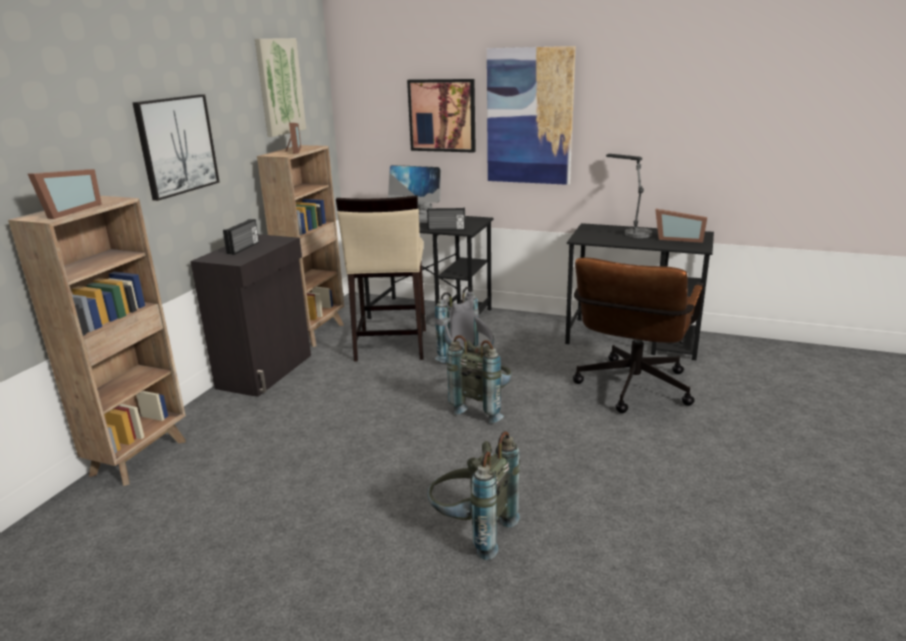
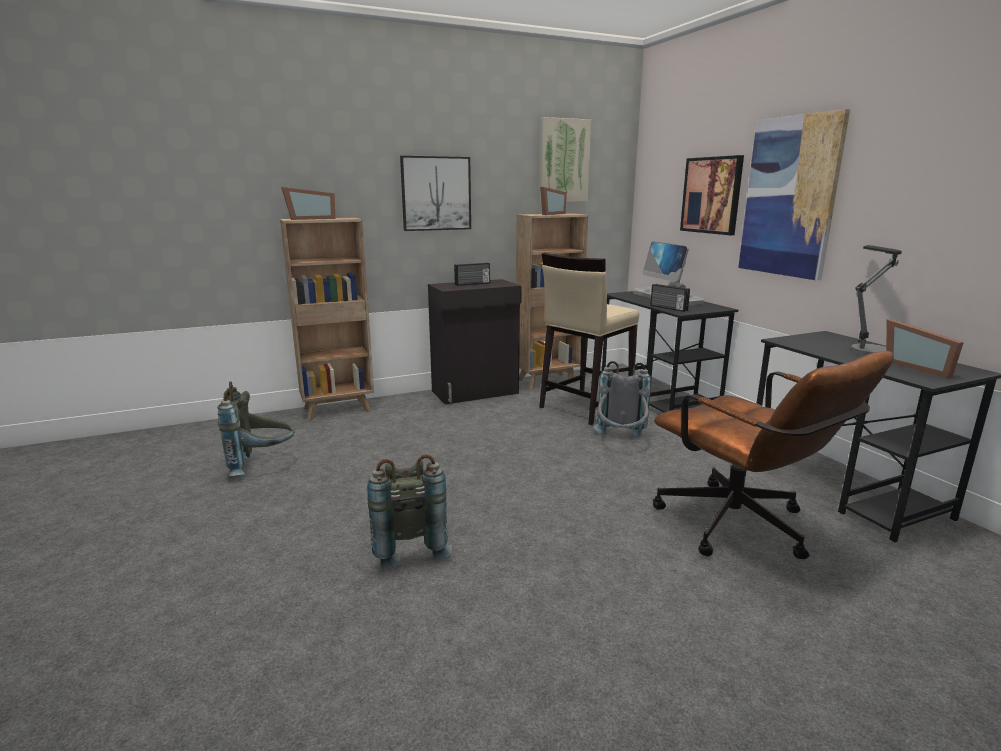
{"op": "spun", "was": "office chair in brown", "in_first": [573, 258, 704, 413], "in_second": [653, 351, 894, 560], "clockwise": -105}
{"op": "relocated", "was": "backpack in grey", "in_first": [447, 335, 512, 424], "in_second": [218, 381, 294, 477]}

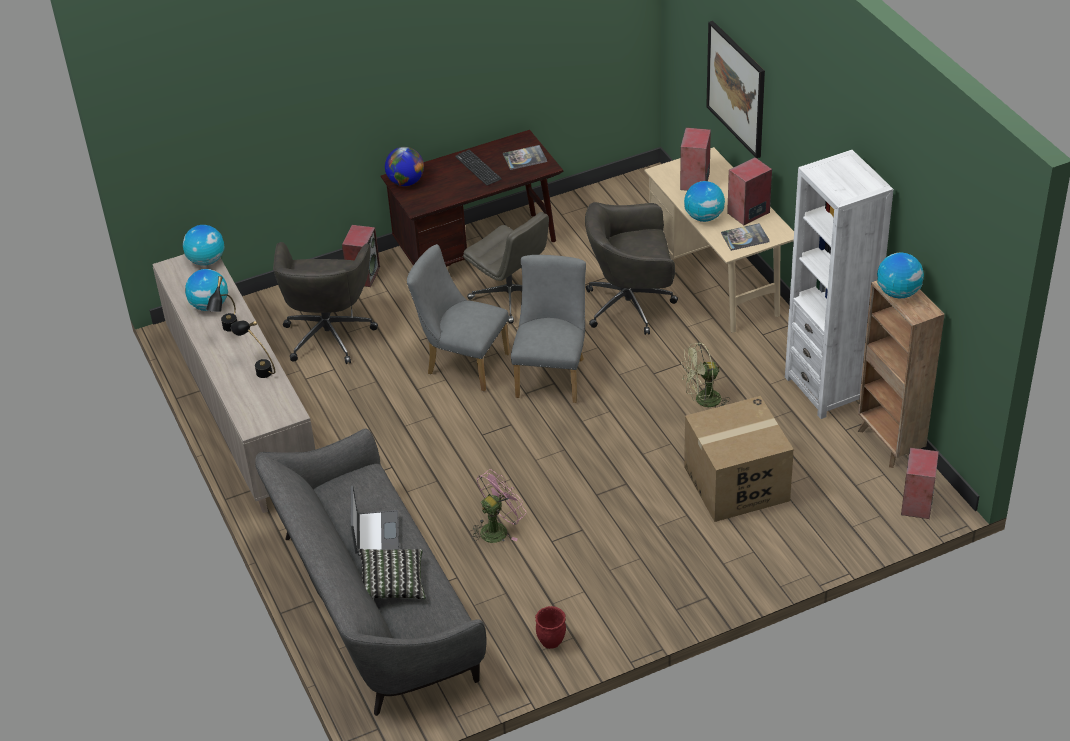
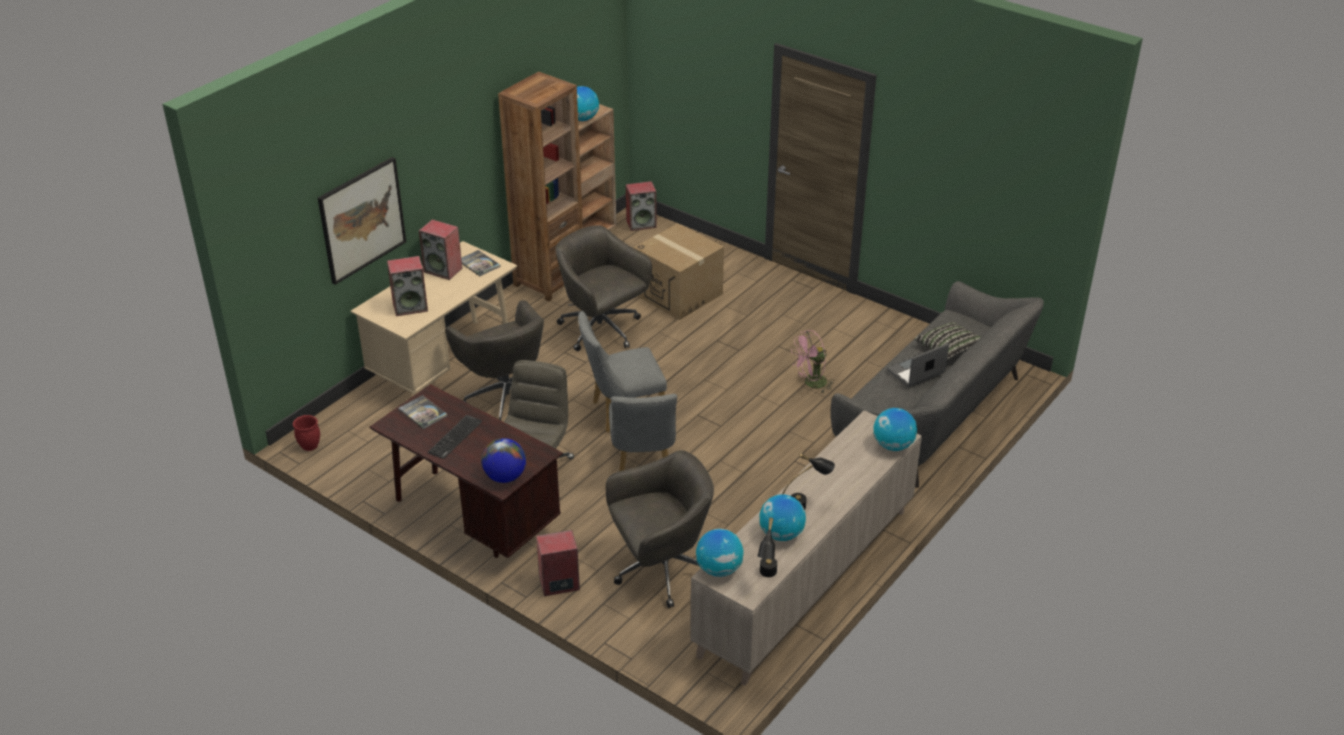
{"op": "colour", "was": "bookcase in white", "now": "bookcase in brown", "in_first": [785, 150, 894, 419], "in_second": [498, 72, 583, 301]}
{"op": "relocated", "was": "globe", "in_first": [684, 181, 725, 222], "in_second": [873, 408, 917, 451]}
{"op": "relocated", "was": "table lamp in black", "in_first": [231, 321, 275, 378], "in_second": [758, 518, 777, 577]}
{"op": "exchanged", "was": "fan in green", "now": "office chair in grey", "in_first": [681, 343, 730, 407], "in_second": [555, 225, 652, 351]}
{"op": "spun", "was": "fan in pink", "in_first": [472, 469, 526, 543], "in_second": [791, 330, 835, 393], "clockwise": -45}
{"op": "relocated", "was": "planter in red", "in_first": [535, 606, 566, 649], "in_second": [293, 415, 320, 451]}

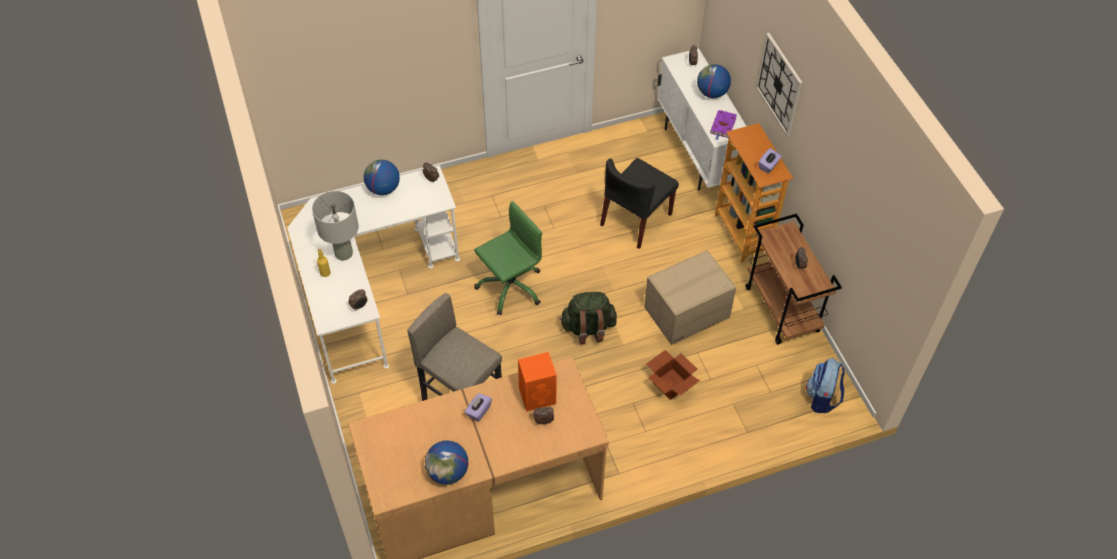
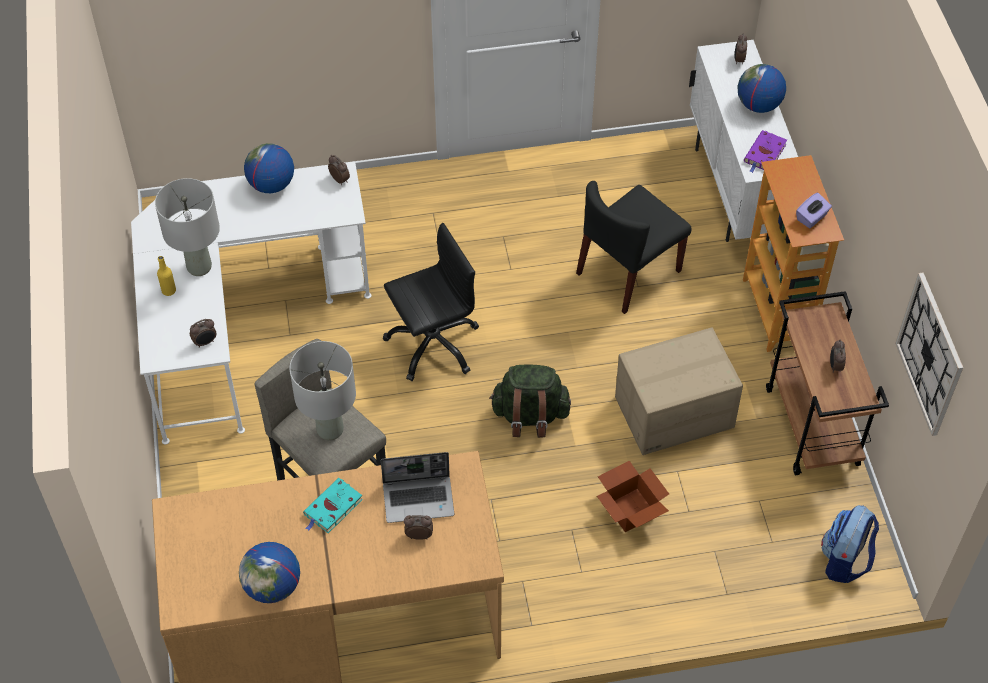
{"op": "relocated", "was": "wall clock", "in_first": [756, 33, 803, 136], "in_second": [895, 273, 963, 436]}
{"op": "colour", "was": "office chair in green", "now": "office chair in black", "in_first": [474, 201, 542, 315], "in_second": [383, 223, 479, 381]}
{"op": "exchanged", "was": "speaker in orange", "now": "laptop", "in_first": [518, 352, 557, 412], "in_second": [381, 452, 454, 523]}
{"op": "exchanged", "was": "tissue box in purple", "now": "book in turquoise", "in_first": [465, 393, 492, 422], "in_second": [303, 478, 363, 533]}
{"op": "appeared", "now": "table lamp in grey", "in_second": [289, 341, 356, 440]}

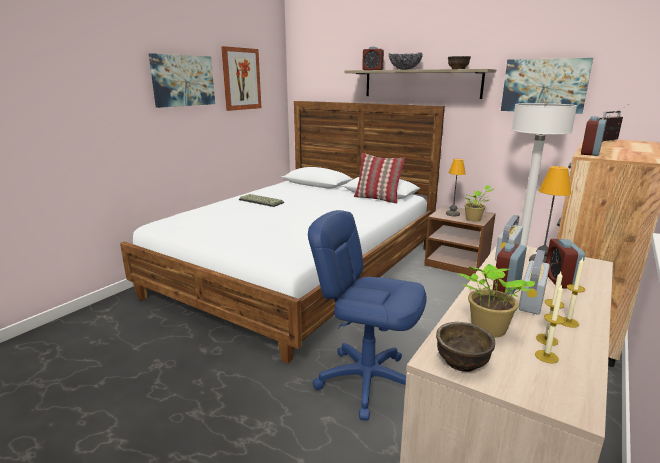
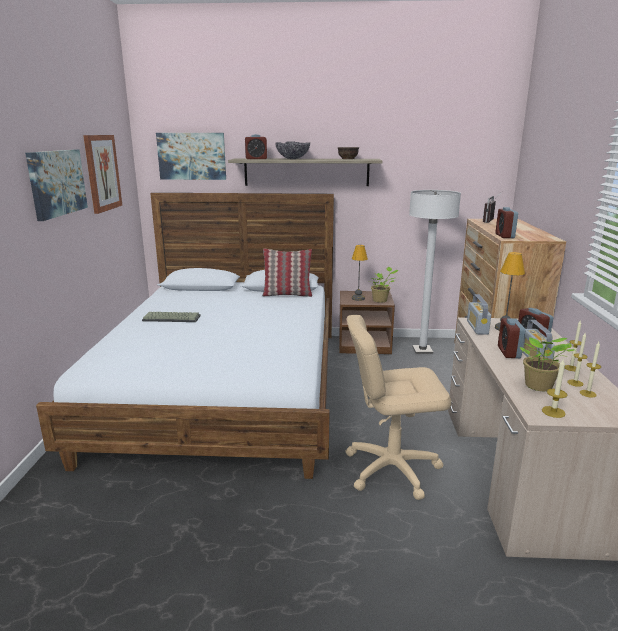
{"op": "relocated", "was": "picture", "in_first": [501, 58, 593, 114], "in_second": [156, 133, 226, 180]}
{"op": "colour", "was": "office chair in blue", "now": "office chair in beige", "in_first": [308, 210, 427, 421], "in_second": [346, 315, 451, 500]}
{"op": "exchanged", "was": "bowl in brown", "now": "candle", "in_first": [436, 322, 495, 372], "in_second": [542, 358, 567, 418]}

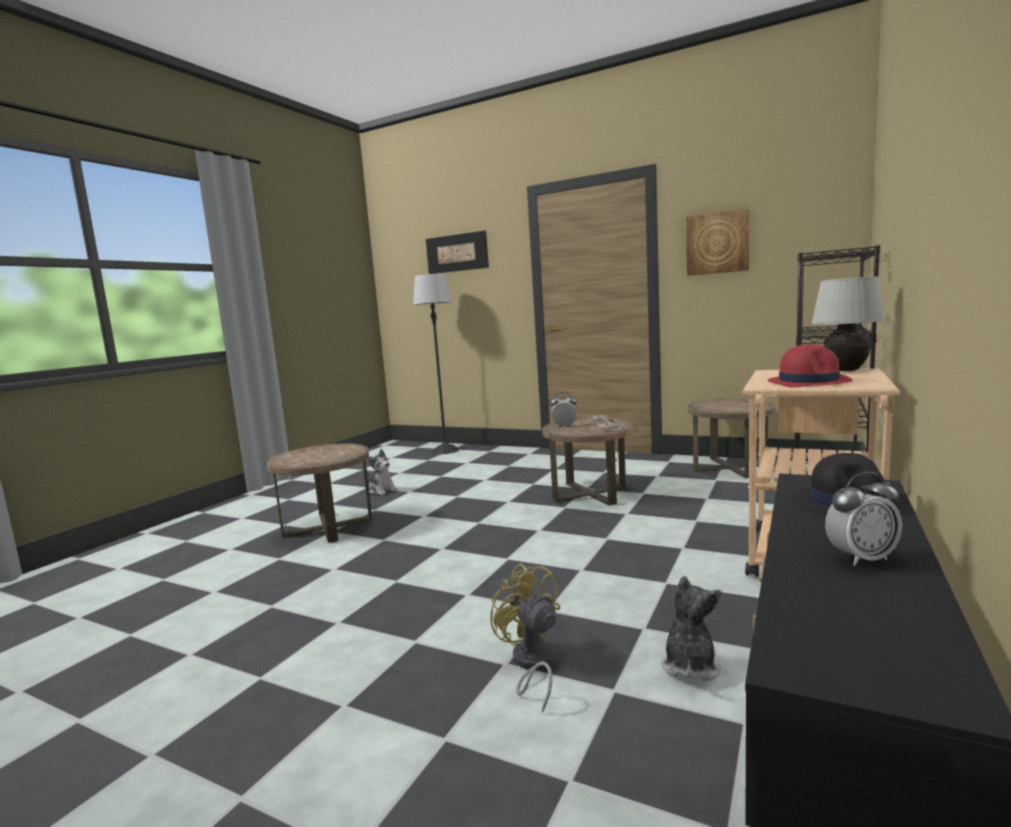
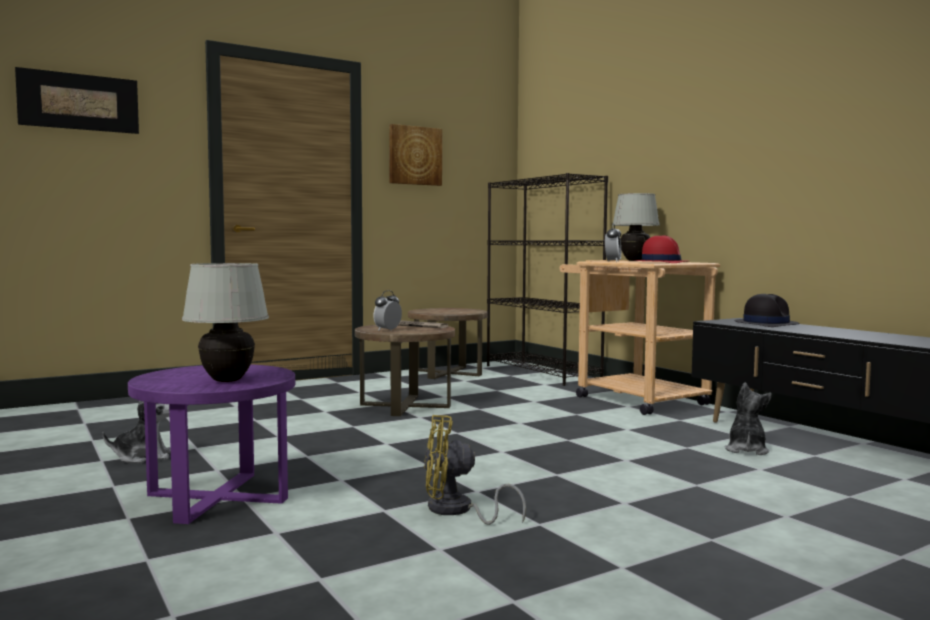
{"op": "missing", "was": "floor lamp", "in_first": [413, 274, 459, 454]}
{"op": "colour", "was": "side table in brown", "now": "side table in purple", "in_first": [267, 444, 372, 543], "in_second": [128, 365, 295, 524]}
{"op": "relocated", "was": "alarm clock", "in_first": [825, 472, 902, 566], "in_second": [605, 223, 621, 262]}
{"op": "relocated", "was": "fan in yellow", "in_first": [490, 563, 560, 712], "in_second": [424, 415, 526, 525]}
{"op": "spun", "was": "plush toy", "in_first": [660, 576, 721, 681], "in_second": [725, 383, 772, 455], "clockwise": 60}
{"op": "appeared", "now": "table lamp in white", "in_second": [182, 263, 269, 382]}

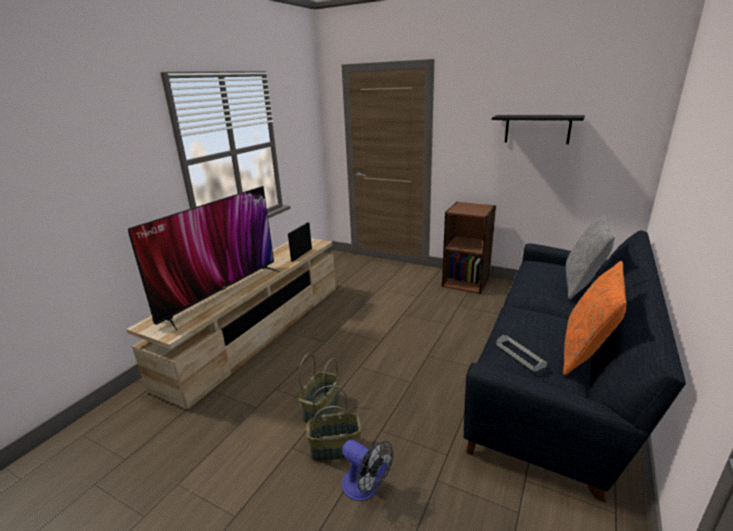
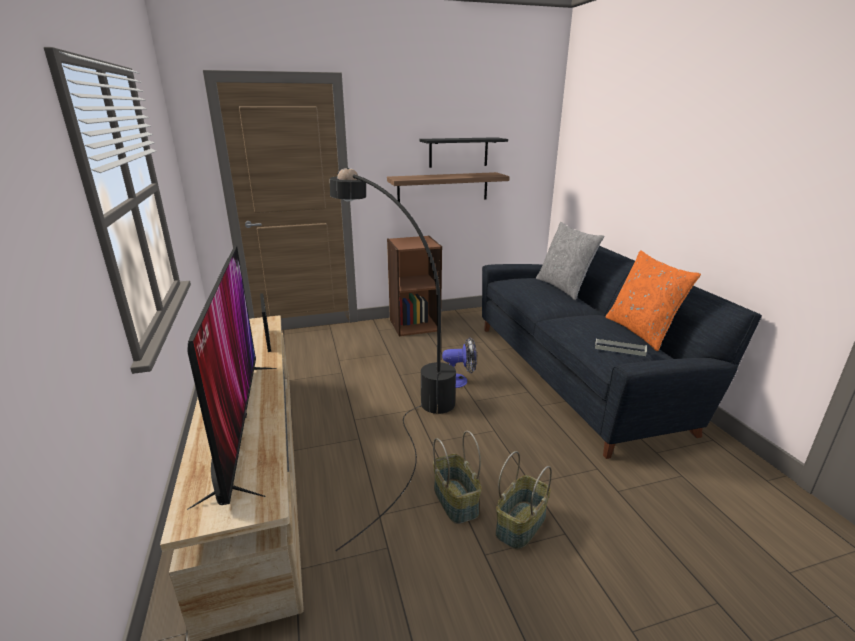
{"op": "relocated", "was": "fan", "in_first": [342, 440, 393, 501], "in_second": [442, 337, 477, 388]}
{"op": "appeared", "now": "floor lamp in black", "in_second": [330, 168, 456, 551]}
{"op": "appeared", "now": "shelf", "in_second": [387, 172, 510, 202]}

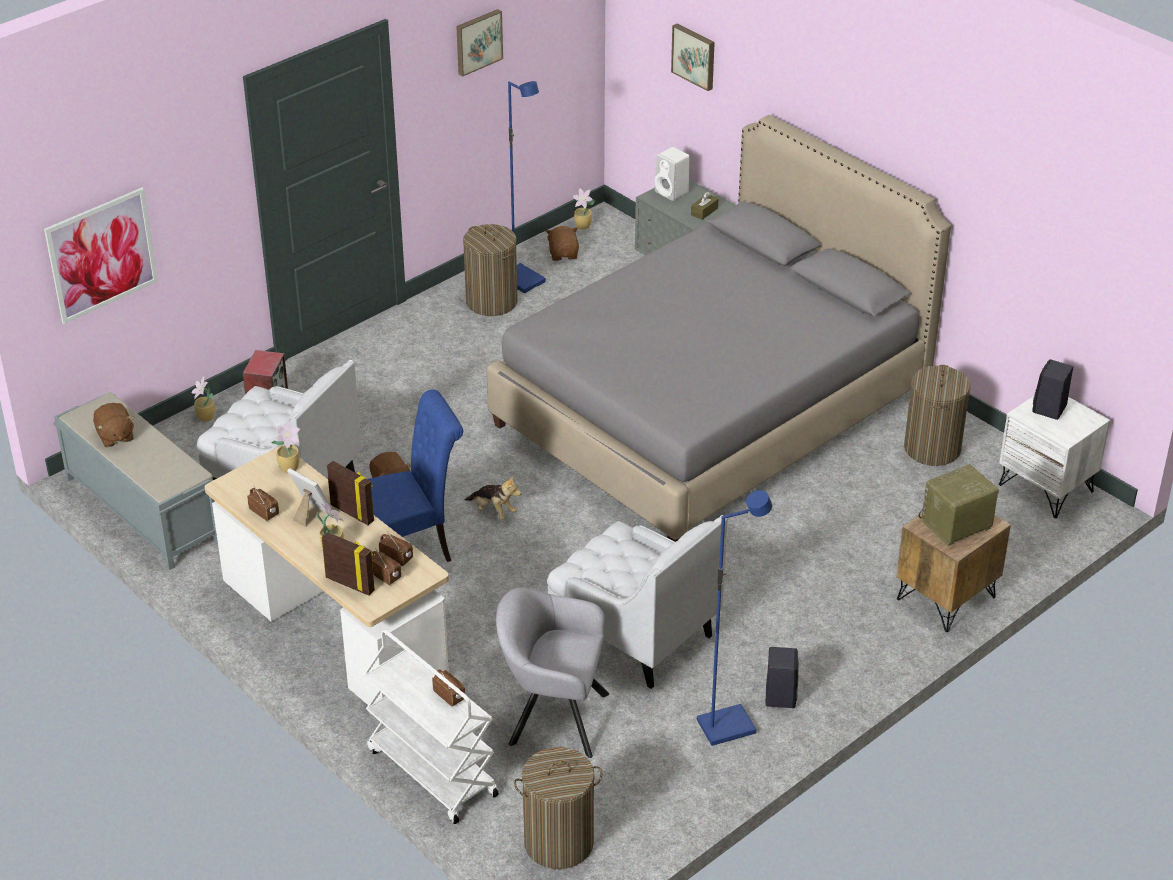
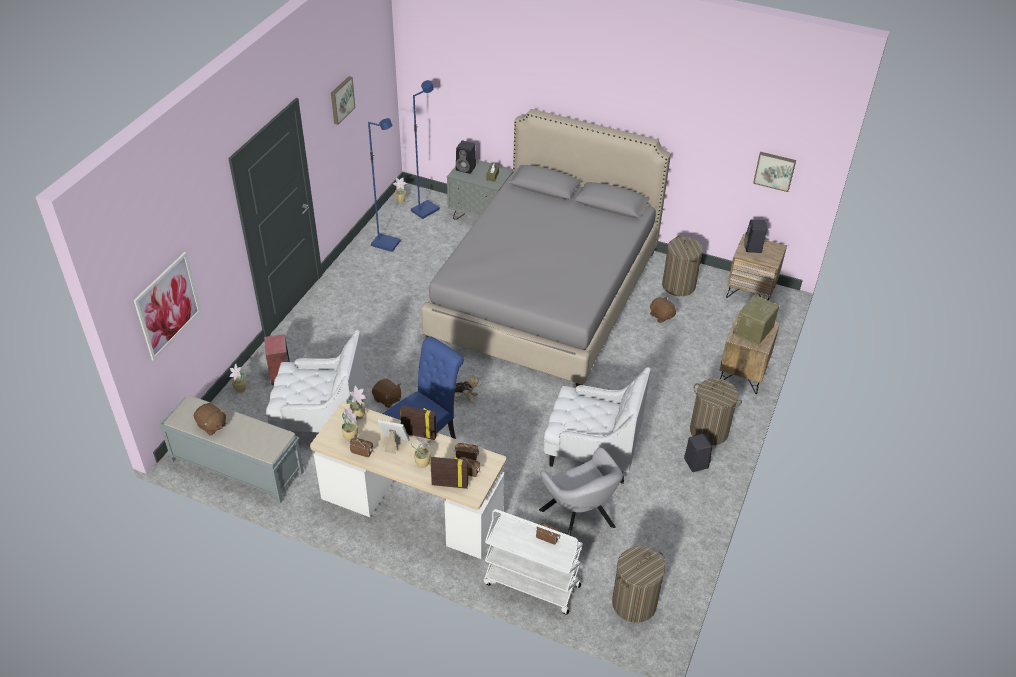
{"op": "relocated", "was": "picture", "in_first": [671, 24, 715, 91], "in_second": [753, 152, 796, 192]}
{"op": "colour", "was": "speaker in white", "now": "speaker in black", "in_first": [654, 147, 689, 201], "in_second": [456, 141, 476, 174]}
{"op": "relocated", "was": "laundry basket", "in_first": [463, 224, 518, 316], "in_second": [690, 378, 742, 445]}
{"op": "relocated", "was": "plush toy in brown", "in_first": [546, 226, 579, 261], "in_second": [650, 296, 676, 323]}
{"op": "colour", "was": "nightstand in white", "now": "nightstand in brown", "in_first": [999, 396, 1110, 518], "in_second": [726, 234, 787, 301]}
{"op": "relocated", "was": "floor lamp in blue", "in_first": [697, 490, 772, 746], "in_second": [411, 80, 440, 219]}
{"op": "spun", "was": "armchair in grey", "in_first": [496, 587, 609, 758], "in_second": [539, 447, 623, 535], "clockwise": -105}
{"op": "appeared", "now": "potted plant", "in_second": [342, 408, 358, 441]}

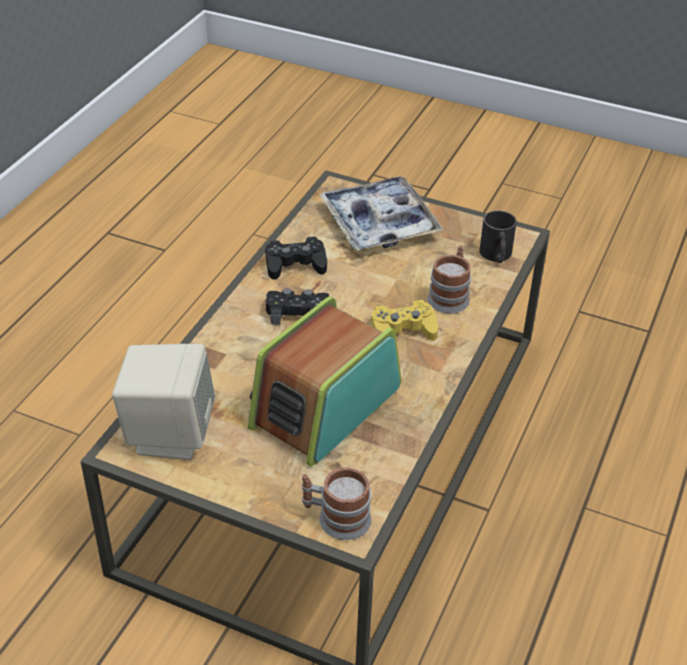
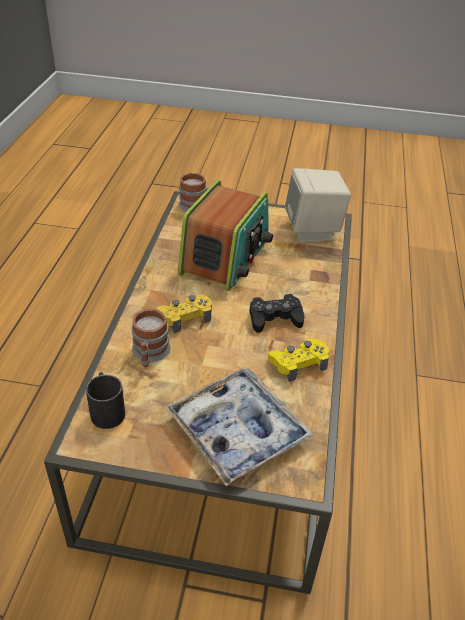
{"op": "colour", "was": "game controller in black", "now": "game controller in yellow", "in_first": [265, 237, 327, 279], "in_second": [268, 339, 329, 382]}

